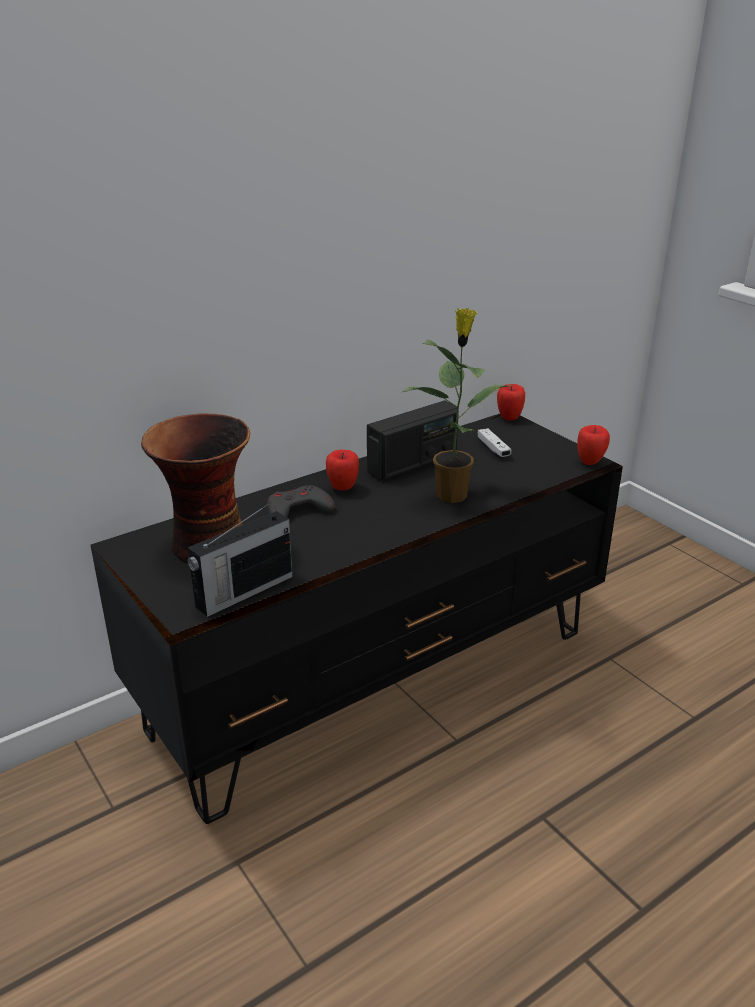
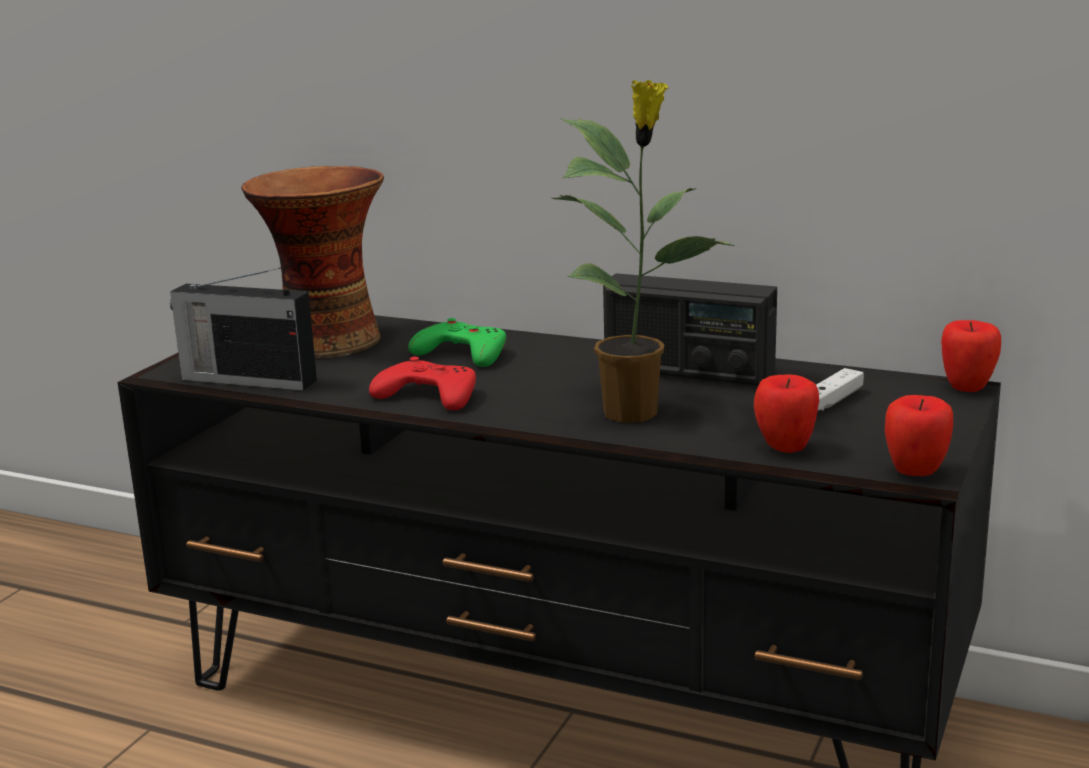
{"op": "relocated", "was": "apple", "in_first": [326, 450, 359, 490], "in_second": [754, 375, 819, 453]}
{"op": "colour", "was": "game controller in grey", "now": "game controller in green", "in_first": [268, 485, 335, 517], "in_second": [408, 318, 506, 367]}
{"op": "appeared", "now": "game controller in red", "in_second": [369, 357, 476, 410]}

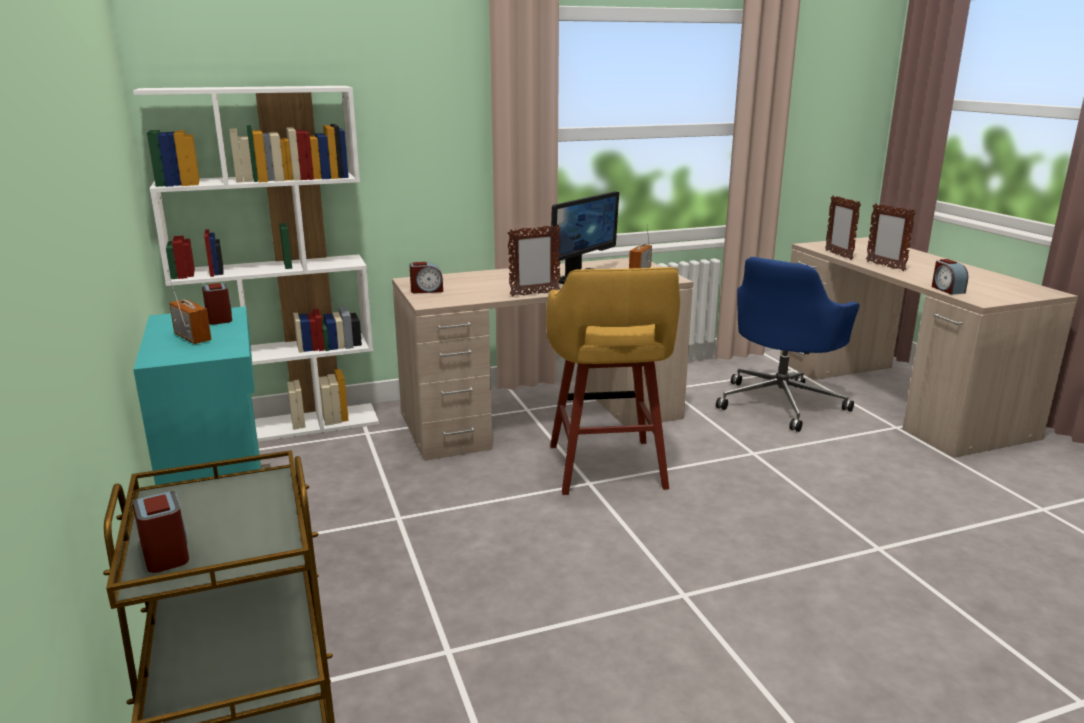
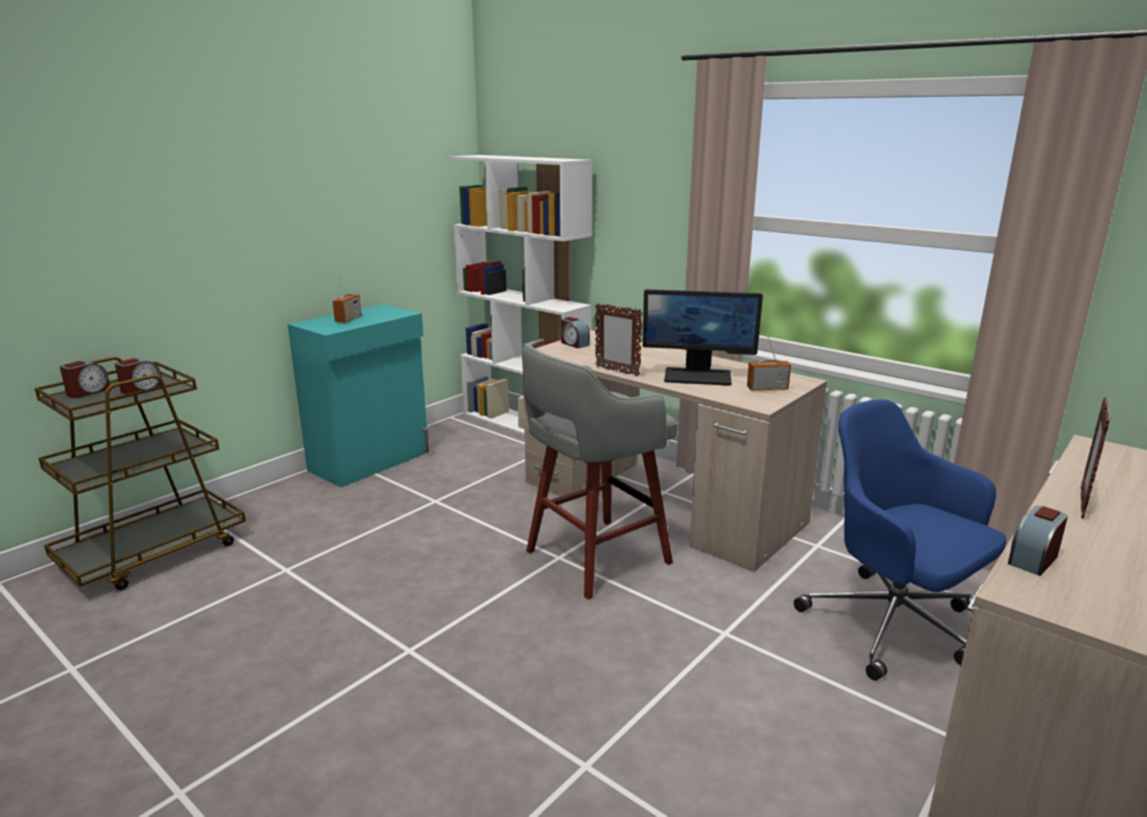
{"op": "missing", "was": "picture frame", "in_first": [825, 195, 861, 260]}
{"op": "spun", "was": "office chair in blue", "in_first": [716, 257, 860, 432], "in_second": [794, 400, 1006, 681], "clockwise": 45}
{"op": "colour", "was": "stool in yellow", "now": "stool in grey", "in_first": [546, 267, 680, 495], "in_second": [522, 343, 678, 599]}
{"op": "relocated", "was": "alarm clock", "in_first": [202, 283, 232, 324], "in_second": [115, 358, 162, 395]}

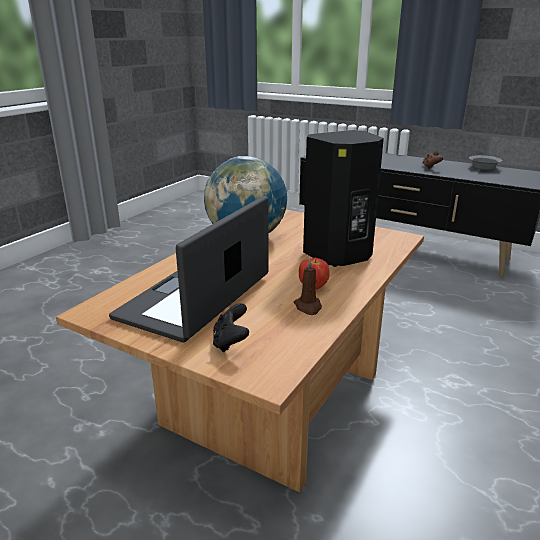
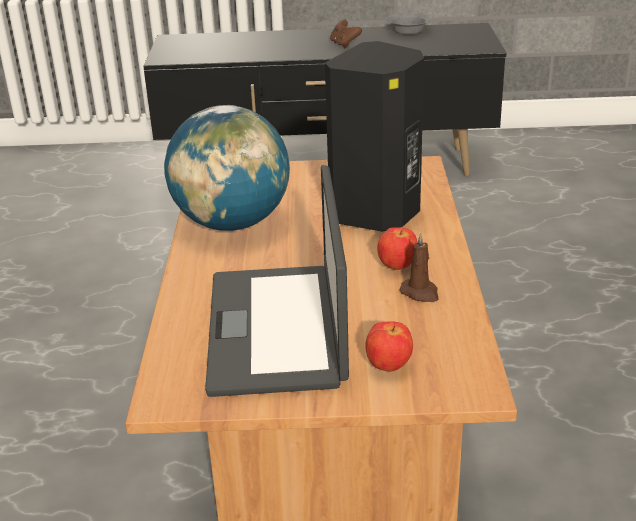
{"op": "exchanged", "was": "game controller in black", "now": "apple", "in_first": [213, 303, 249, 352], "in_second": [366, 321, 413, 372]}

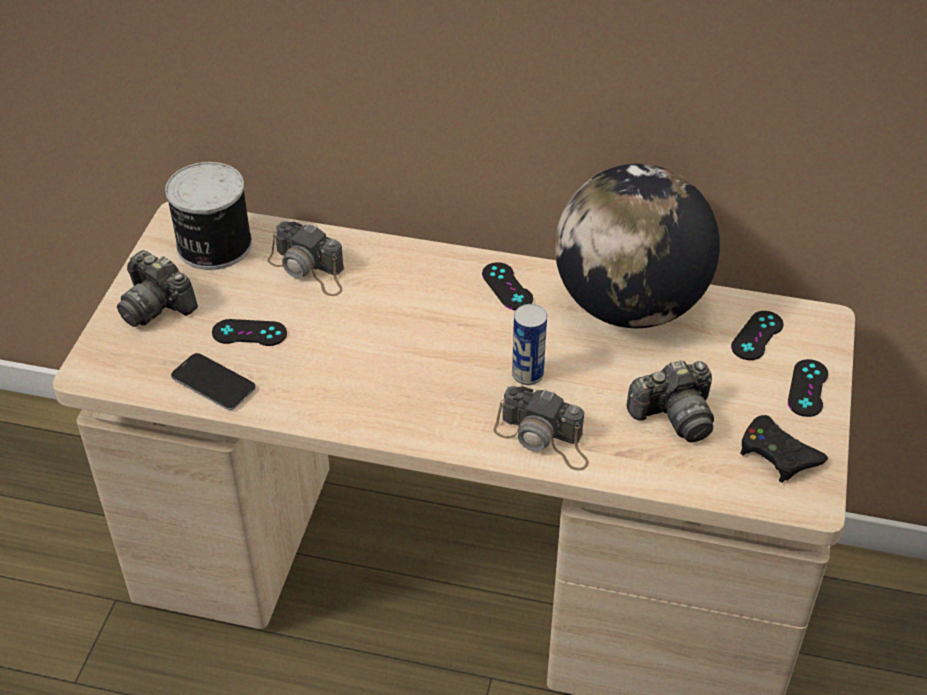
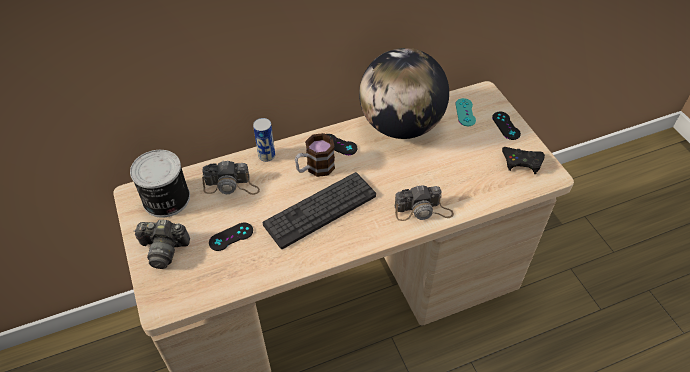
{"op": "relocated", "was": "can", "in_first": [512, 304, 547, 385], "in_second": [253, 118, 275, 162]}
{"op": "colour", "was": "game controller in black", "now": "game controller in turquoise", "in_first": [731, 311, 783, 360], "in_second": [456, 98, 476, 126]}
{"op": "missing", "was": "phone", "in_first": [171, 353, 256, 410]}
{"op": "missing", "was": "photo camera", "in_first": [626, 360, 714, 443]}
{"op": "appeared", "now": "mug", "in_second": [295, 133, 335, 177]}
{"op": "appeared", "now": "keyboard", "in_second": [263, 172, 376, 249]}

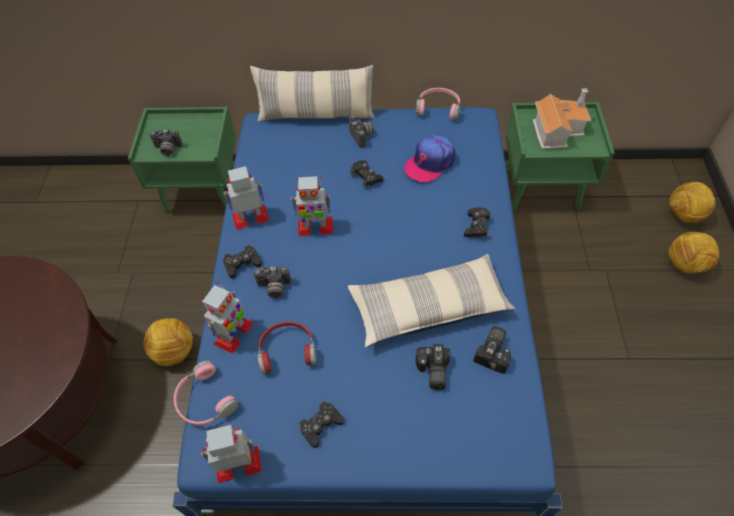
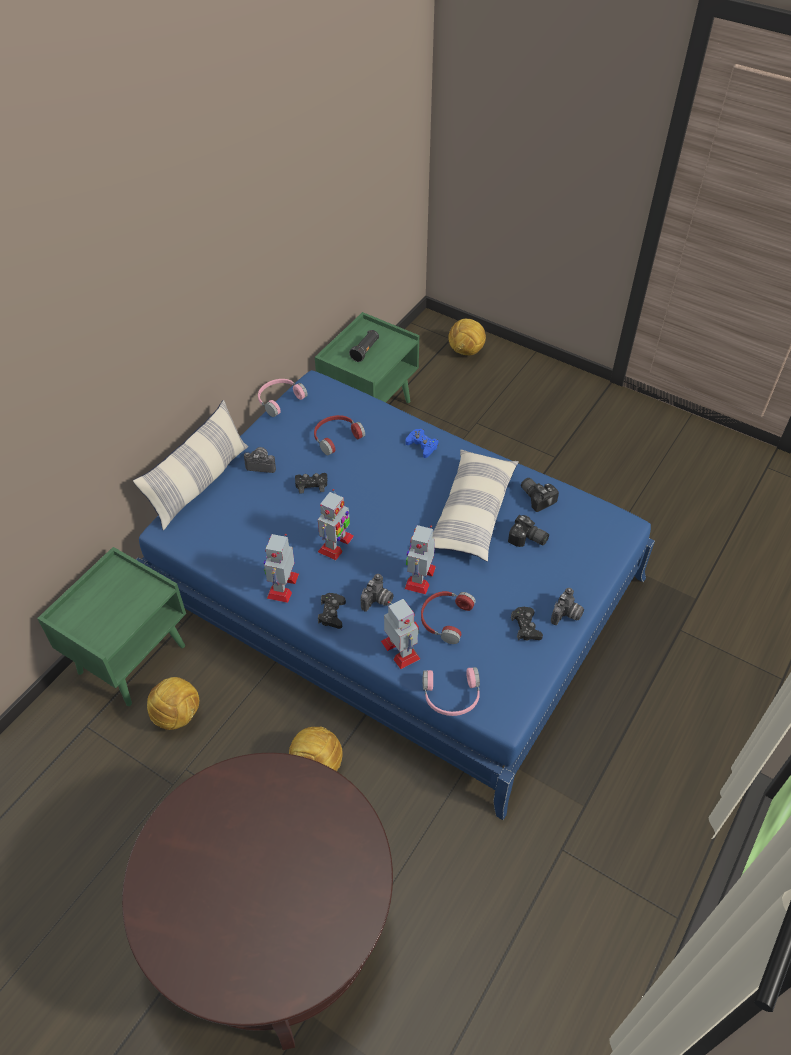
{"op": "exchanged", "was": "toy house", "now": "flashlight in black", "in_first": [533, 88, 591, 149], "in_second": [349, 330, 379, 362]}
{"op": "relocated", "was": "photo camera", "in_first": [150, 129, 183, 156], "in_second": [551, 588, 584, 625]}
{"op": "exchanged", "was": "cap", "now": "headphones in red", "in_first": [404, 135, 455, 183], "in_second": [314, 415, 365, 455]}
{"op": "colour", "was": "game controller in black", "now": "game controller in blue", "in_first": [464, 207, 491, 238], "in_second": [406, 429, 439, 458]}
{"op": "relocated", "was": "football", "in_first": [669, 232, 719, 273], "in_second": [147, 677, 199, 730]}
{"op": "relocated", "was": "toy robot", "in_first": [201, 425, 262, 483], "in_second": [405, 525, 436, 595]}

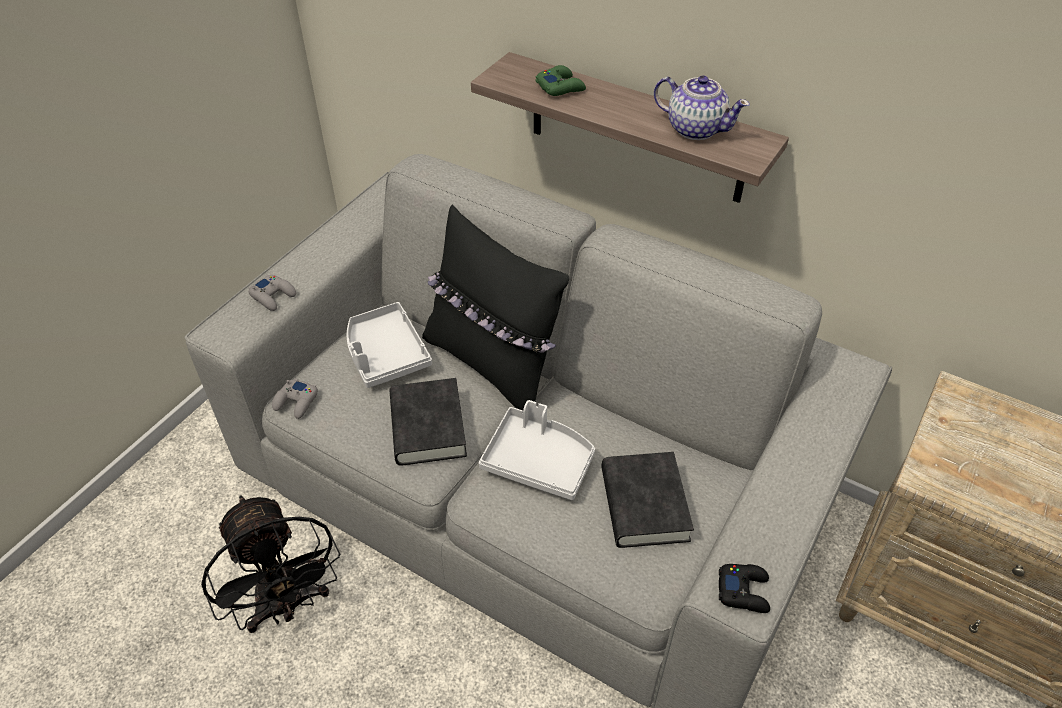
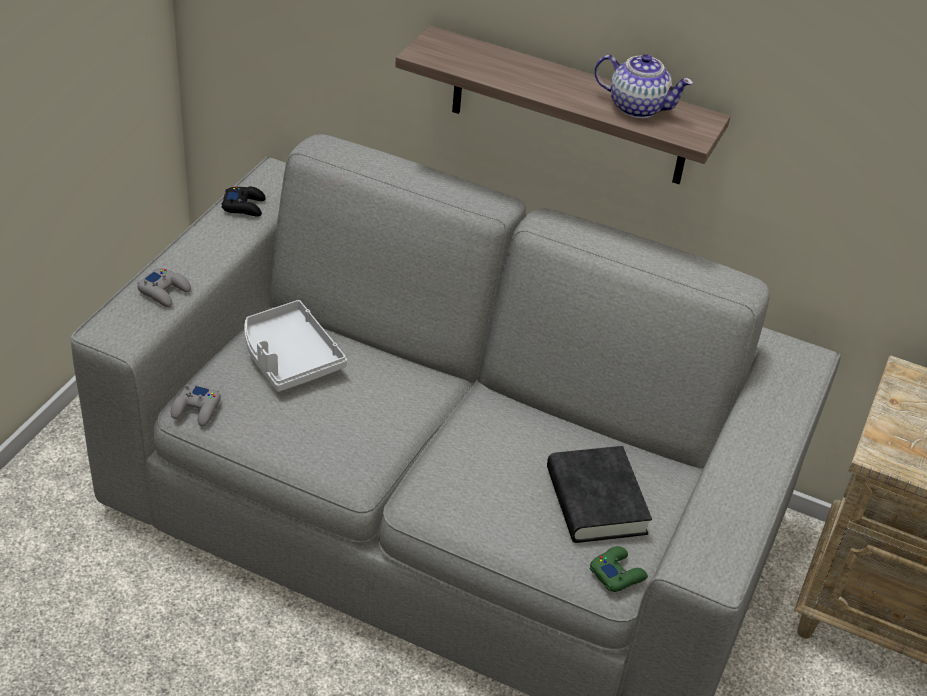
{"op": "relocated", "was": "game controller in green", "in_first": [535, 65, 586, 96], "in_second": [590, 546, 648, 592]}
{"op": "missing", "was": "pillow in black", "in_first": [422, 205, 569, 410]}
{"op": "missing", "was": "book in black", "in_first": [389, 378, 467, 466]}
{"op": "missing", "was": "tray in grey", "in_first": [479, 400, 595, 500]}
{"op": "missing", "was": "fan in black", "in_first": [201, 495, 340, 633]}
{"op": "relocated", "was": "game controller in black", "in_first": [719, 564, 770, 613], "in_second": [222, 186, 266, 217]}

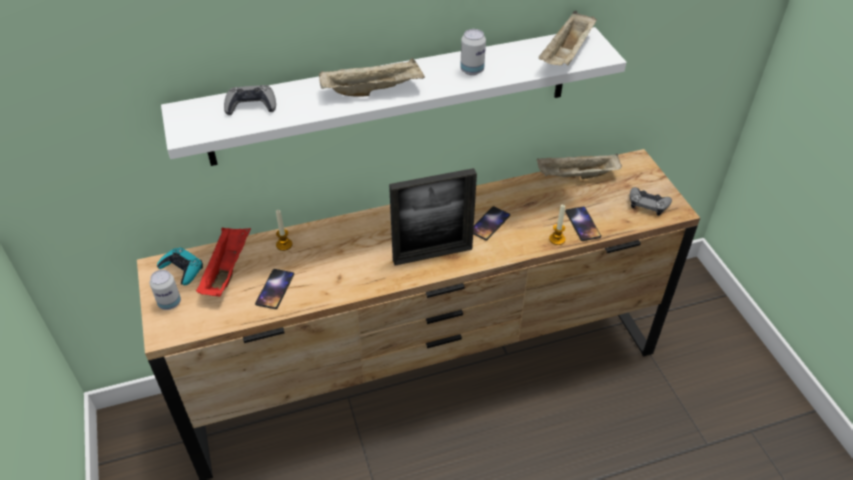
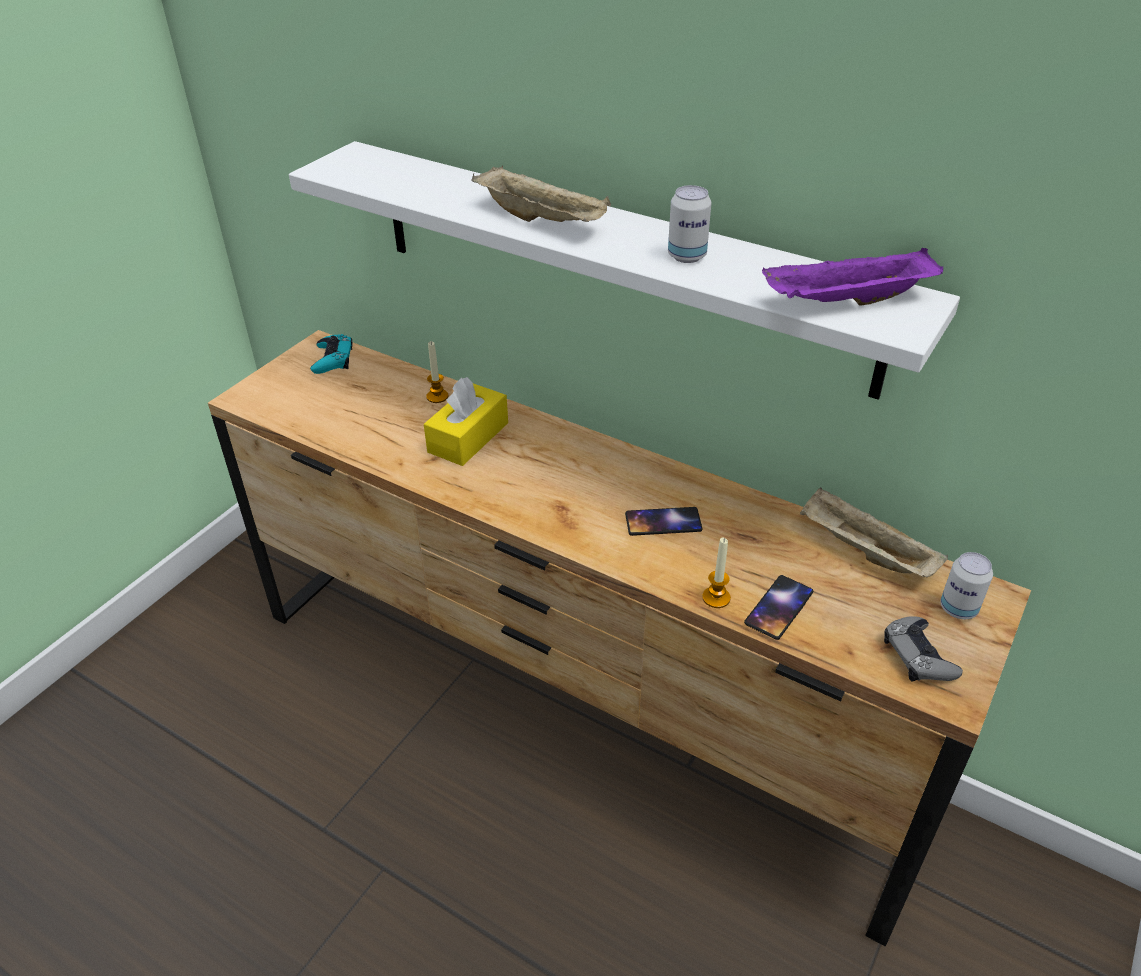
{"op": "colour", "was": "tray in beige", "now": "tray in purple", "in_first": [539, 11, 597, 65], "in_second": [762, 248, 943, 306]}
{"op": "missing", "was": "game controller in grey", "in_first": [224, 85, 276, 115]}
{"op": "missing", "was": "picture frame", "in_first": [389, 168, 477, 266]}
{"op": "missing", "was": "tray in red", "in_first": [196, 227, 251, 297]}
{"op": "missing", "was": "phone", "in_first": [255, 269, 294, 309]}
{"op": "relocated", "was": "can", "in_first": [149, 270, 181, 310], "in_second": [940, 552, 993, 619]}
{"op": "appeared", "now": "tissue box in yellow", "in_second": [424, 377, 508, 466]}

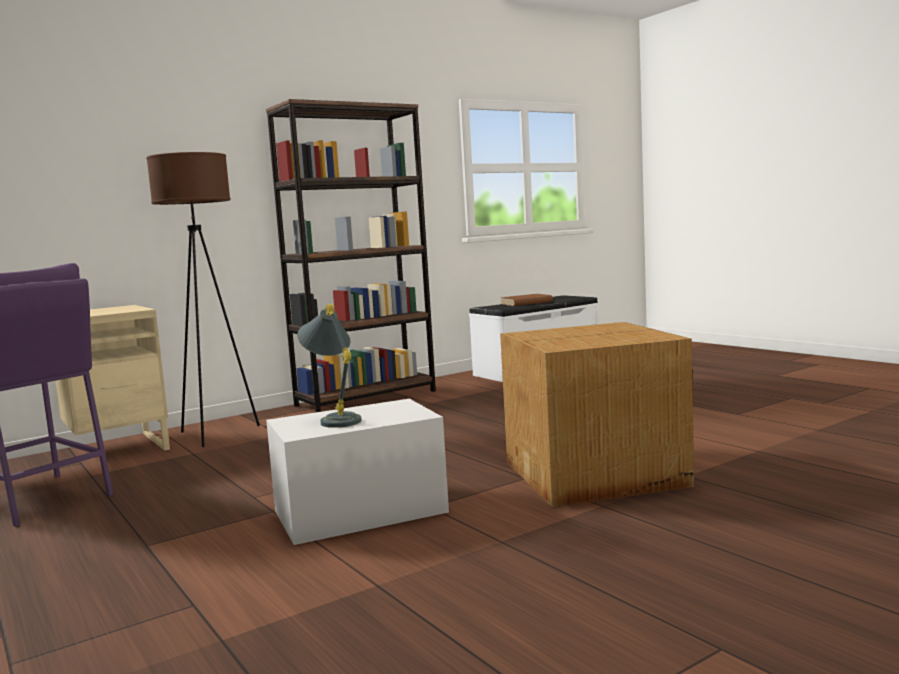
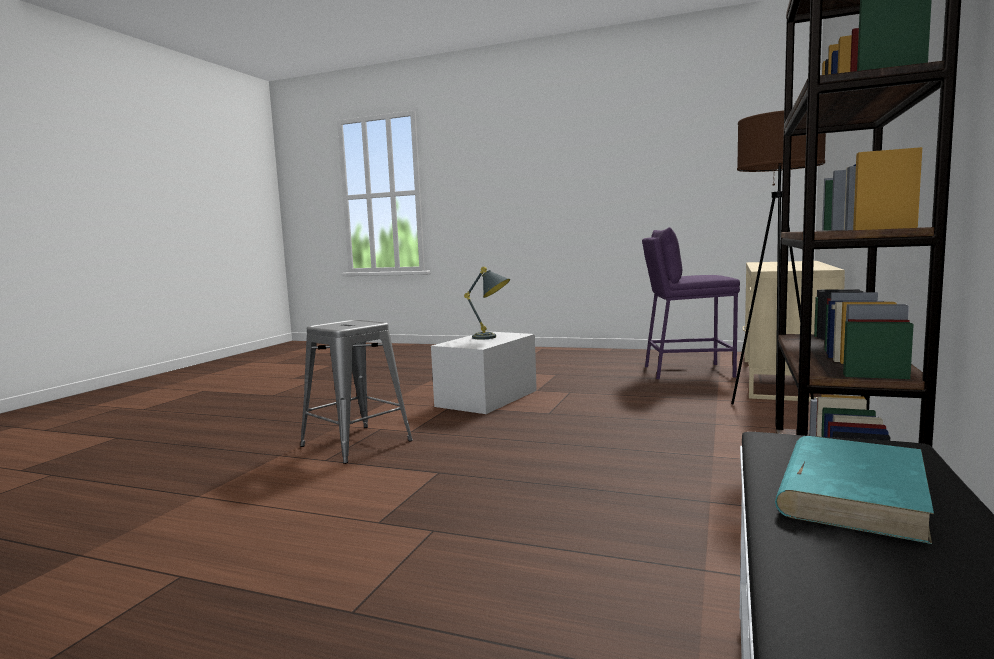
{"op": "colour", "was": "book in brown", "now": "book in turquoise", "in_first": [500, 294, 553, 306], "in_second": [775, 436, 934, 544]}
{"op": "exchanged", "was": "cardboard box", "now": "stool in grey", "in_first": [500, 322, 694, 507], "in_second": [300, 320, 413, 464]}

